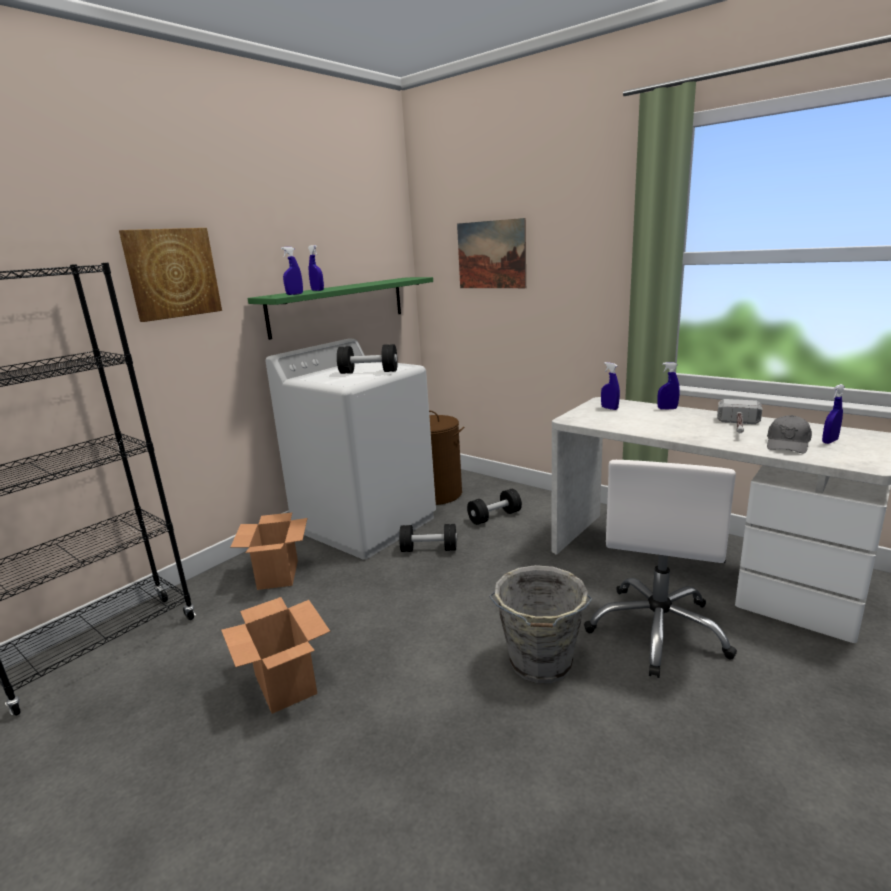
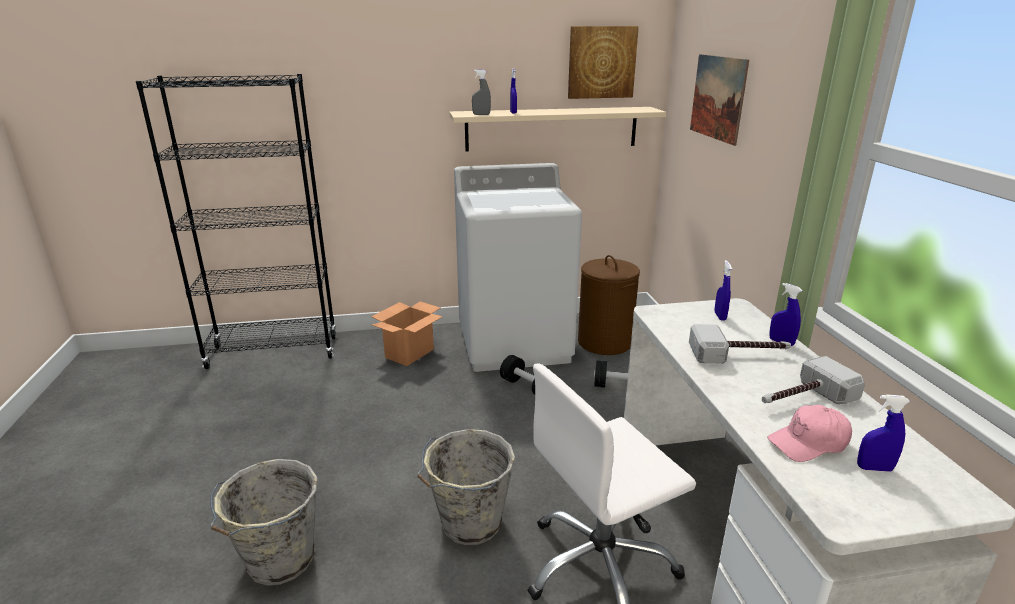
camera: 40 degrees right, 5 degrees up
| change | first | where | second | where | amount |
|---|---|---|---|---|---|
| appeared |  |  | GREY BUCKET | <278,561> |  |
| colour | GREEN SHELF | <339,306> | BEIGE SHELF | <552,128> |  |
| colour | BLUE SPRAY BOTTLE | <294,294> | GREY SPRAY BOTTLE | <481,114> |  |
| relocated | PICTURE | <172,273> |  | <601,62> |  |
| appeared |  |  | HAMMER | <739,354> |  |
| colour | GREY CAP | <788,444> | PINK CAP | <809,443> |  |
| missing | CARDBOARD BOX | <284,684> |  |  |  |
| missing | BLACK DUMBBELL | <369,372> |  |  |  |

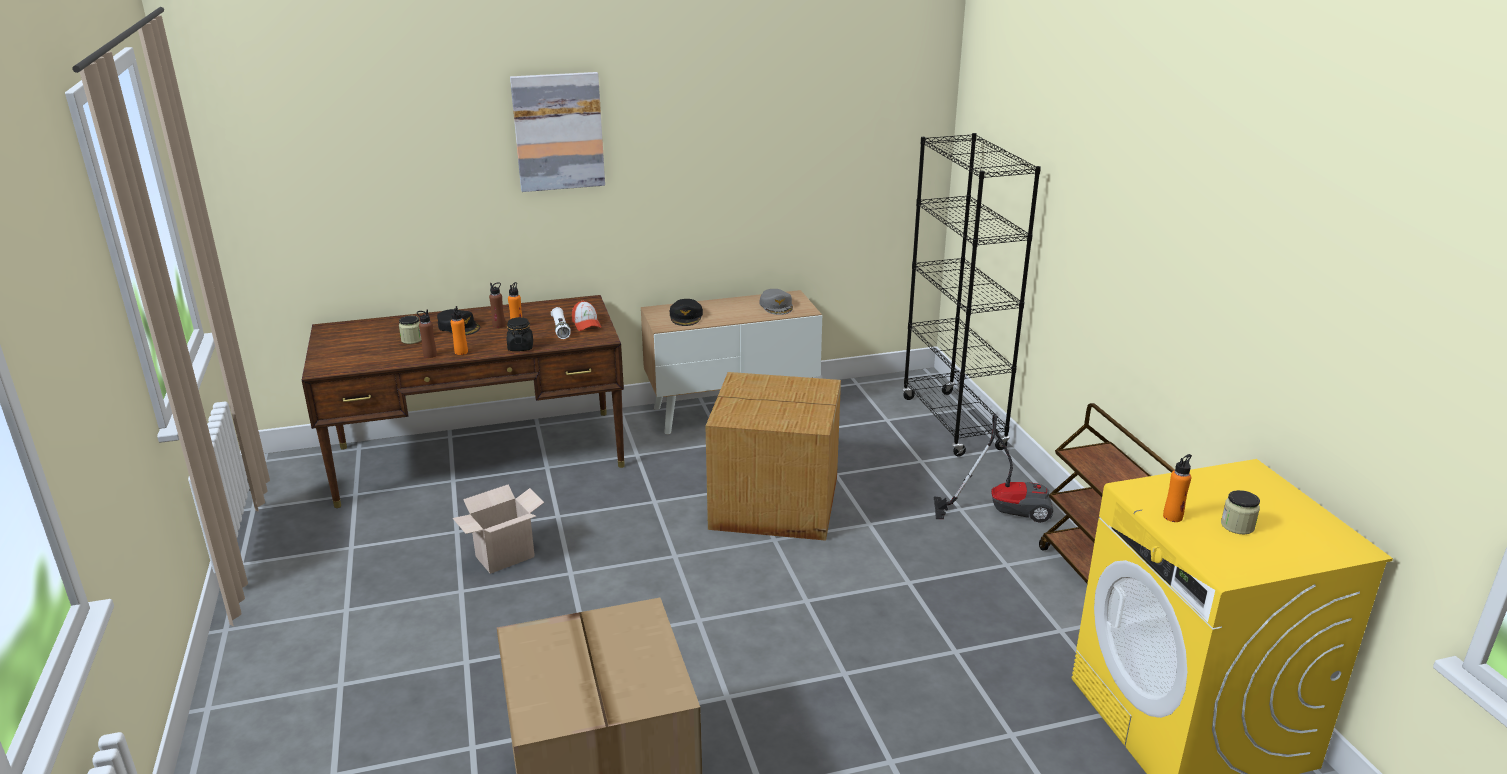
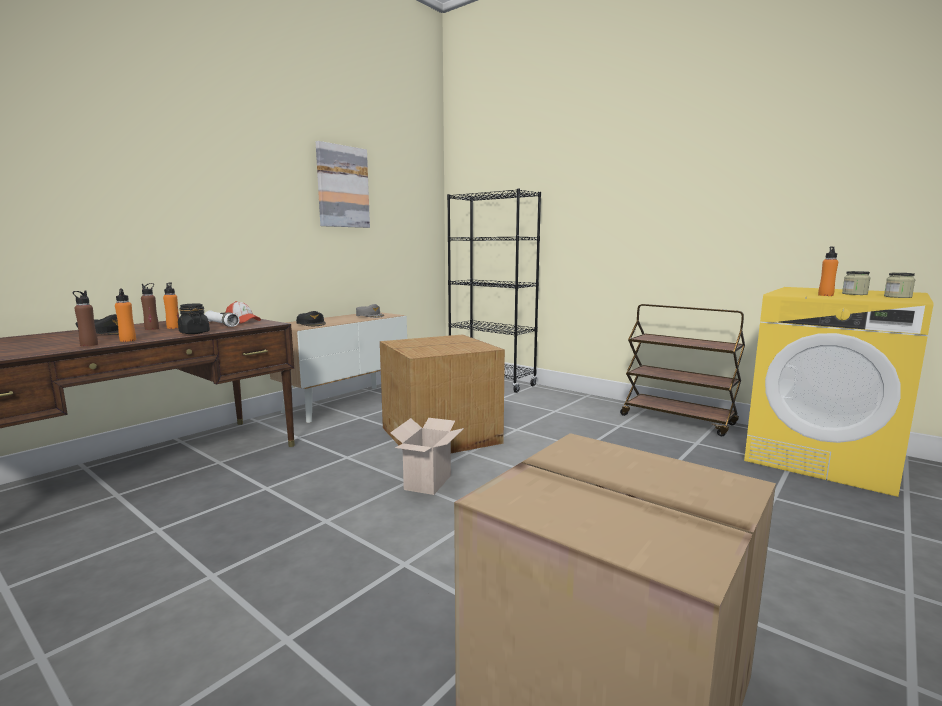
camera: 35 degrees left, 15 degrees down
| change | first | where | second | where | amount |
|---|---|---|---|---|---|
| relocated | PICTURE | <558,131> |  | <342,187> |  |
| relocated | CARDBOARD BOX | <504,558> |  | <428,483> |  |
| relocated | JAR | <412,339> |  | <897,297> |  |
| missing | VACUUM CLEANER | <1002,509> |  |  |  |

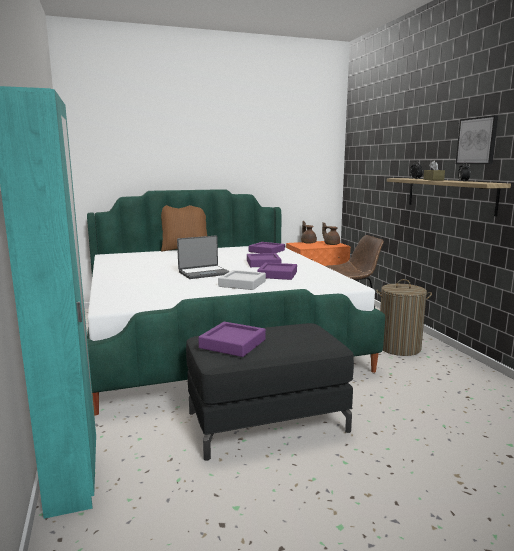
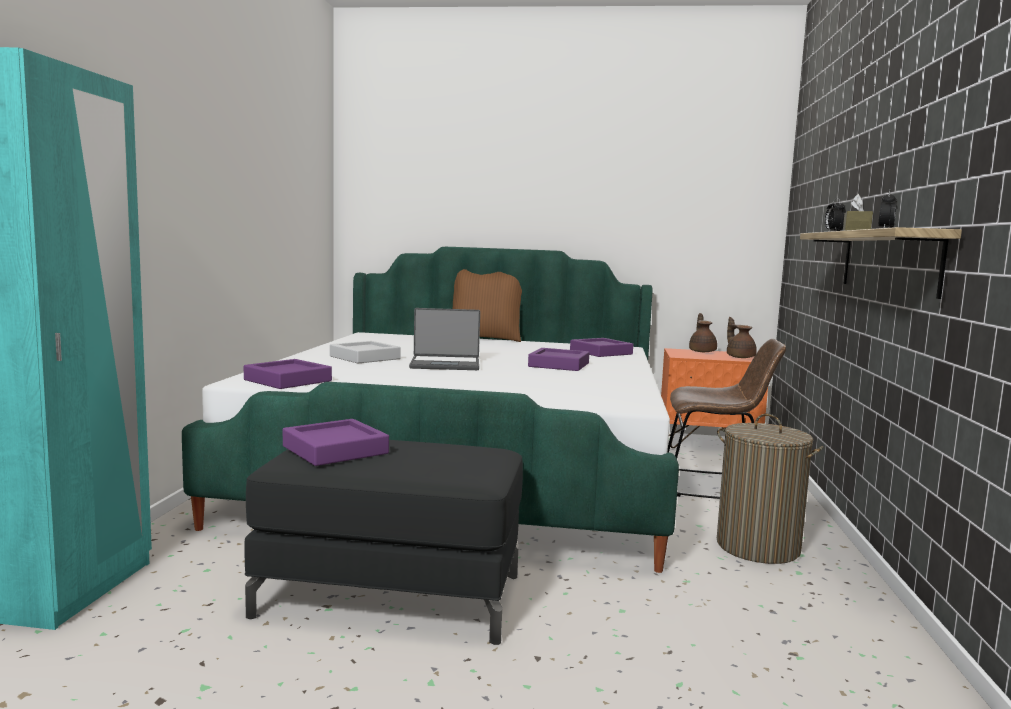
camera: 25 degrees right, 5 degrees down
| change | first | where | second | where | amount |
|---|---|---|---|---|---|
| relocated | PURPLE TRAY | <277,275> |  | <288,380> |  |
| relocated | GREY TRAY | <242,284> |  | <365,357> |  |
| missing | PICTURE | <477,141> |  |  |  |

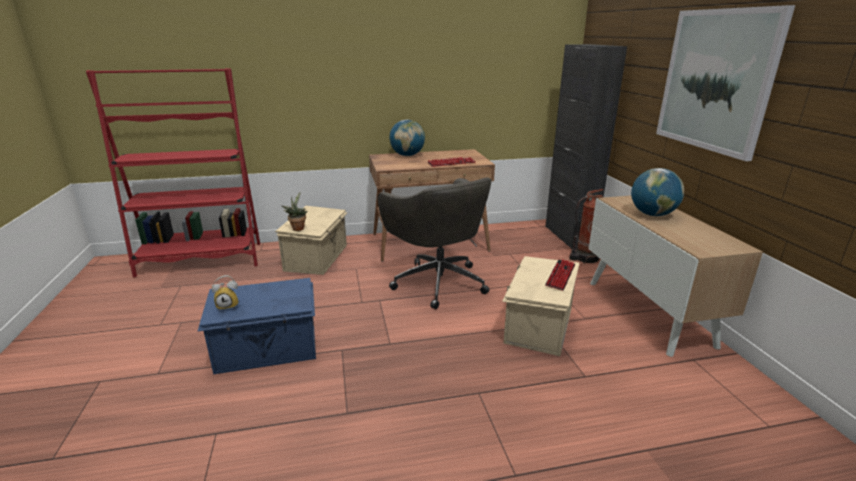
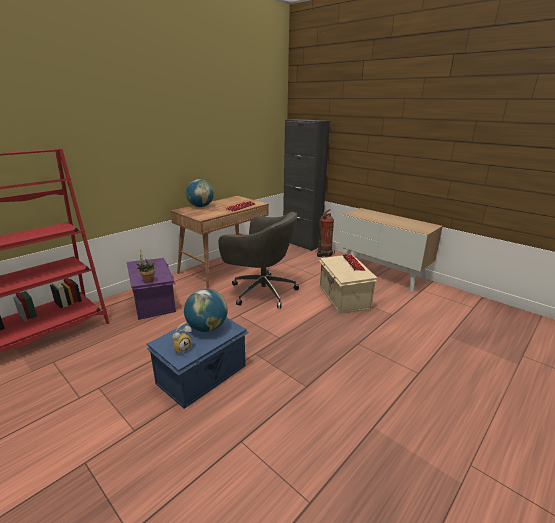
camera: 35 degrees left, 0 degrees up
| change | first | where | second | where | amount |
|---|---|---|---|---|---|
| colour | BEIGE STORAGE BOX | <317,257> | PURPLE STORAGE BOX | <154,301> |  |
| relocated | GLOBE | <652,214> |  | <207,328> |  |
| missing | PICTURE | <716,80> |  |  |  |

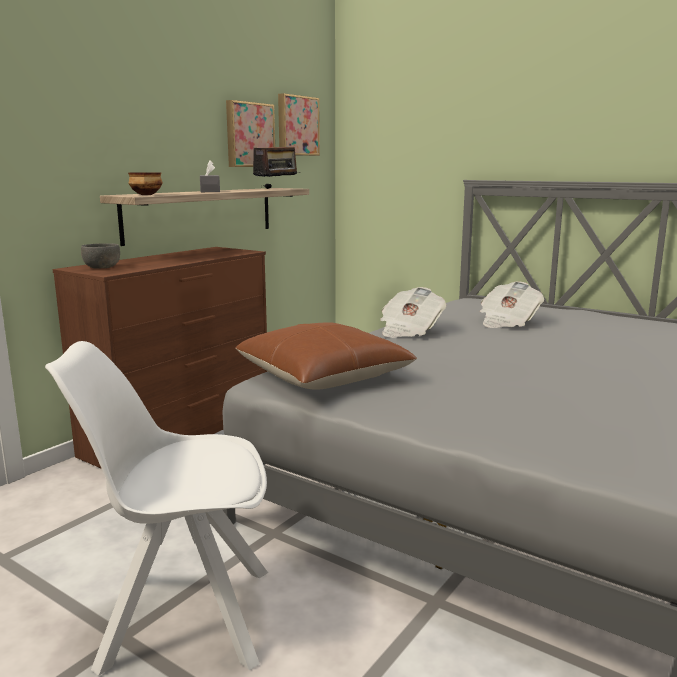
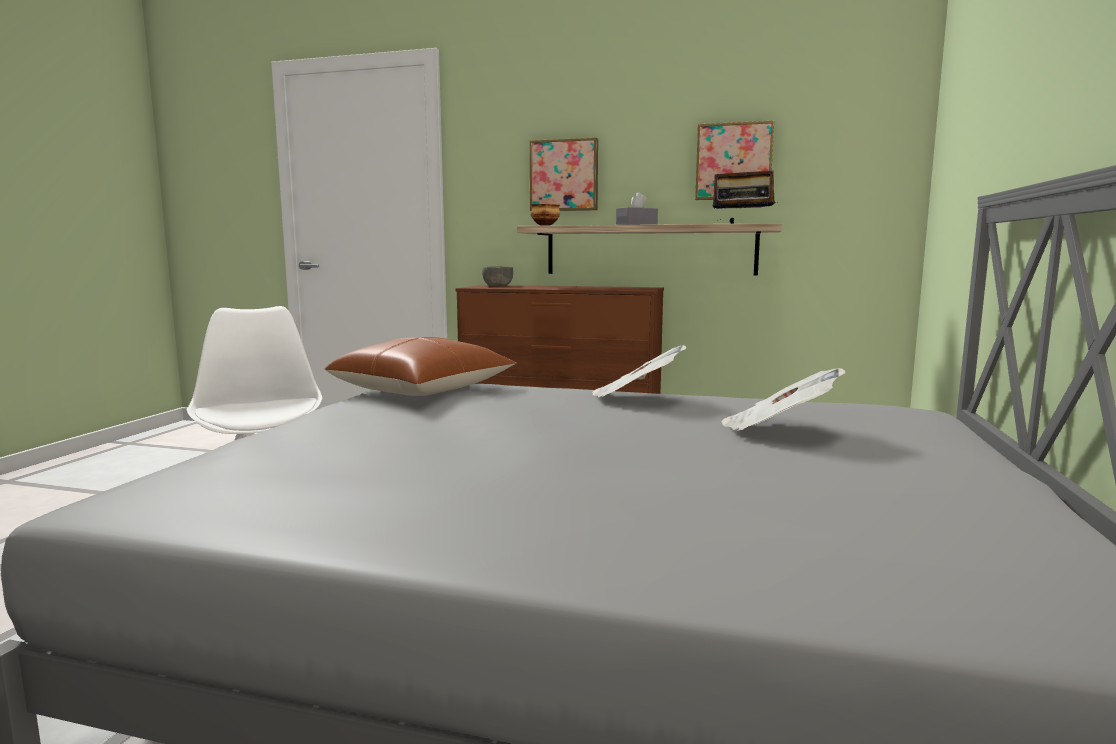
camera: 70 degrees right, 5 degrees down
| change | first | where | second | where | amount |
|---|---|---|---|---|---|
| relocated | PICTURE | <297,126> |  | <564,175> |  |

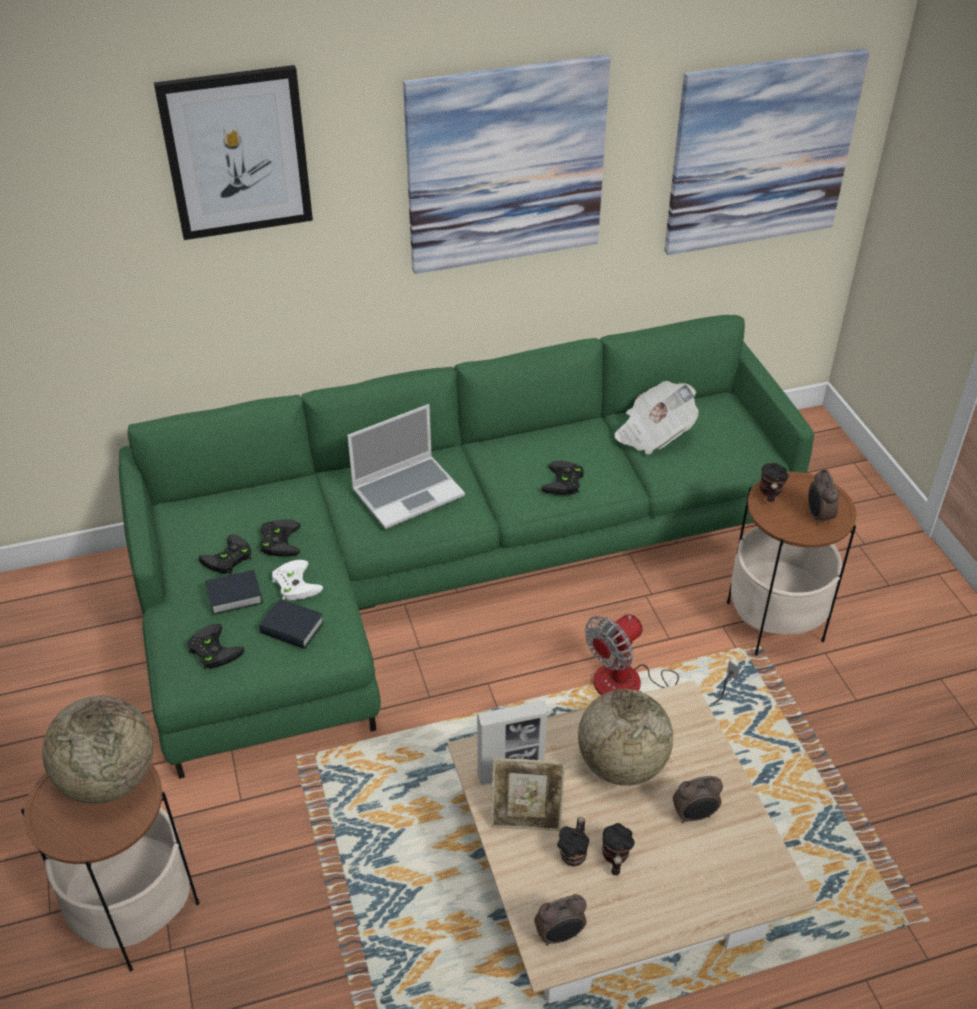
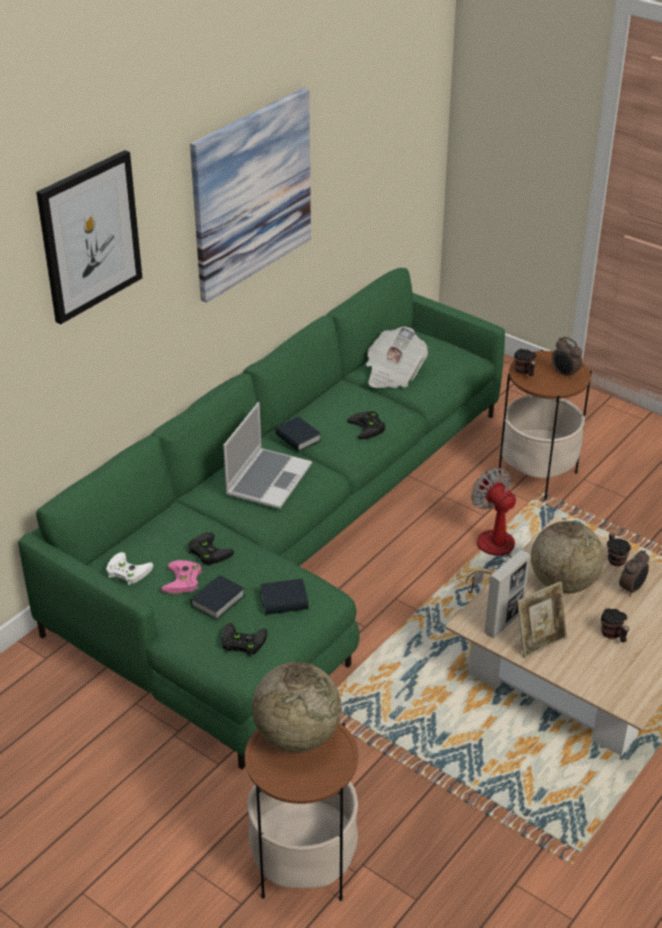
camera: 35 degrees left, 5 degrees down
| change | first | where | second | where | amount |
|---|---|---|---|---|---|
| relocated | WHITE GAME CONTROLLER | <294,583> |  | <126,571> |  |
| colour | BLACK GAME CONTROLLER | <227,559> | PINK GAME CONTROLLER | <183,581> |  |
| appeared |  |  | BOOK | <298,438> |  |
| spun | FAN | <635,686> |  | <491,553> | 135 degrees clockwise |
| relocated | MUG | <574,852> |  | <615,559> |  |
| missing | ALARM CLOCK | <560,936> |  |  |  |
| missing | PICTURE | <761,153> |  |  |  |

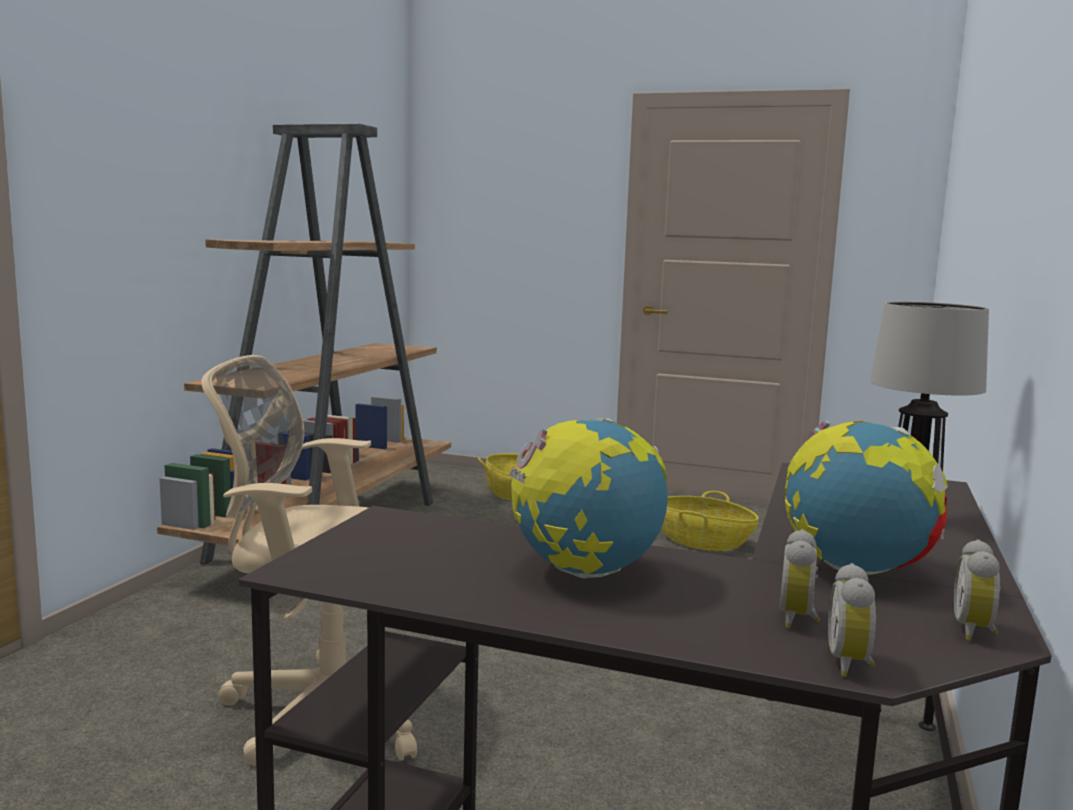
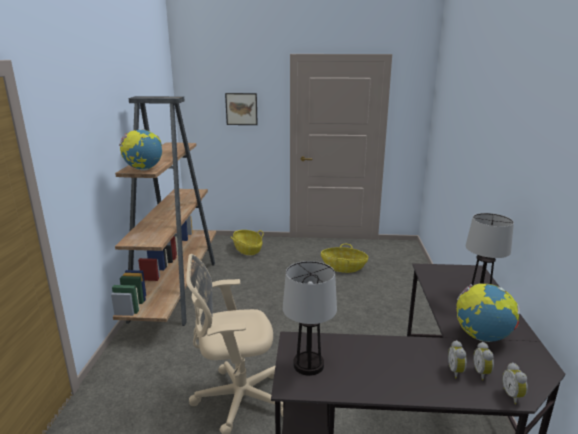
camera: 15 degrees left, 10 degrees up
| change | first | where | second | where | amount |
|---|---|---|---|---|---|
| relocated | GLOBE | <586,572> |  | <144,169> |  |
| appeared |  |  | PICTURE | <241,109> |  |
| appeared |  |  | TABLE LAMP | <308,364> |  |
| relocated | ALARM CLOCK | <975,631> |  | <456,371> |  |

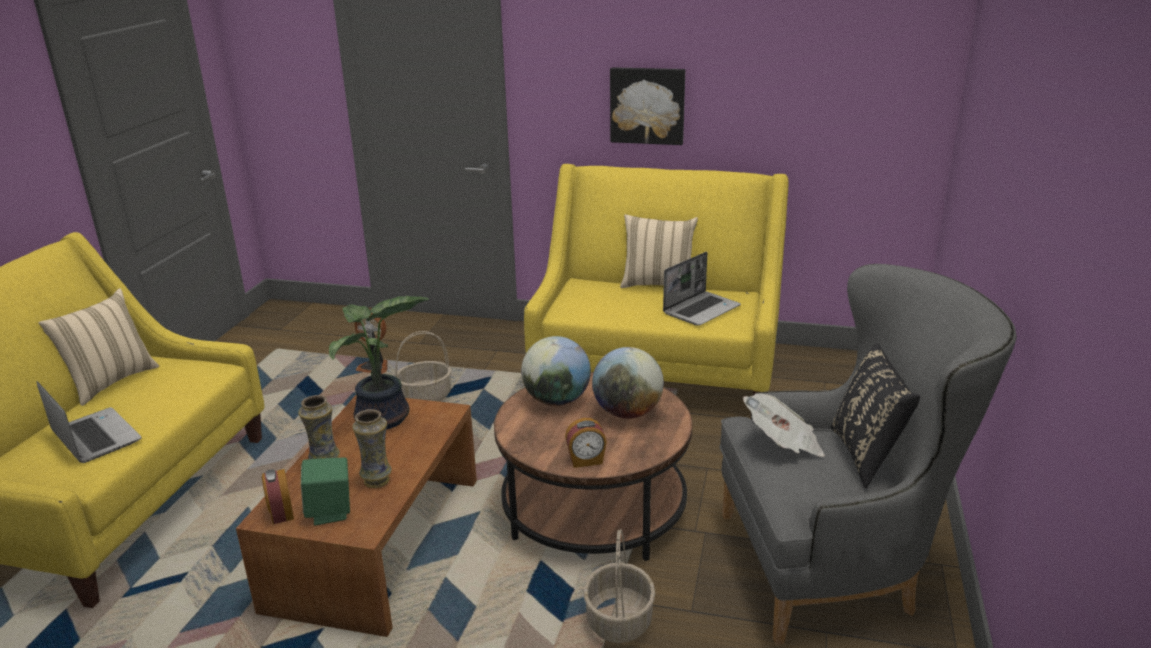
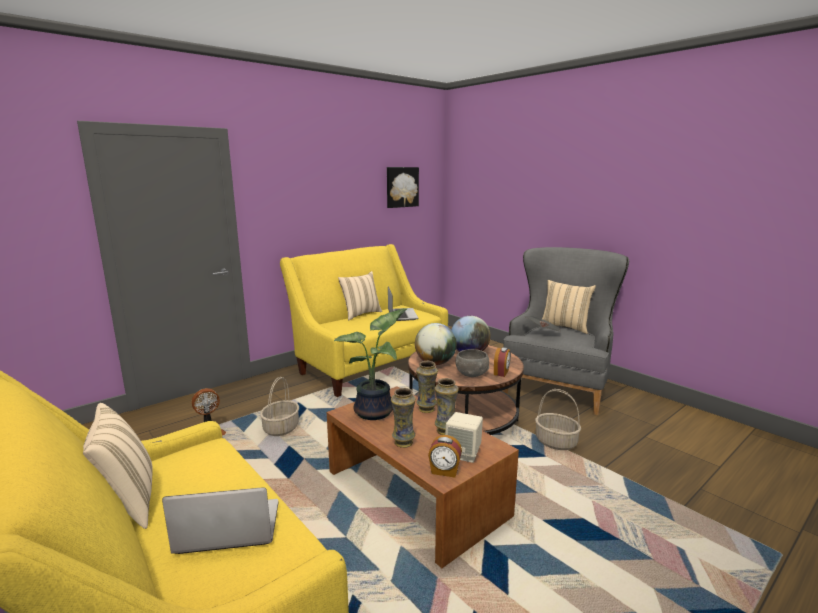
camera: 55 degrees left, 10 degrees down
| change | first | where | second | where | amount |
|---|---|---|---|---|---|
| relocated | PICTURE | <647,105> |  | <401,187> |  |
| appeared |  |  | VASE | <426,409> |  |
| colour | GREEN SPEAKER | <330,512> | BEIGE SPEAKER | <463,453> |  |
| appeared |  |  | GREY BOWL | <471,374> |  |
| colour | BLACK PILLOW | <867,455> | BEIGE PILLOW | <565,327> |  |

